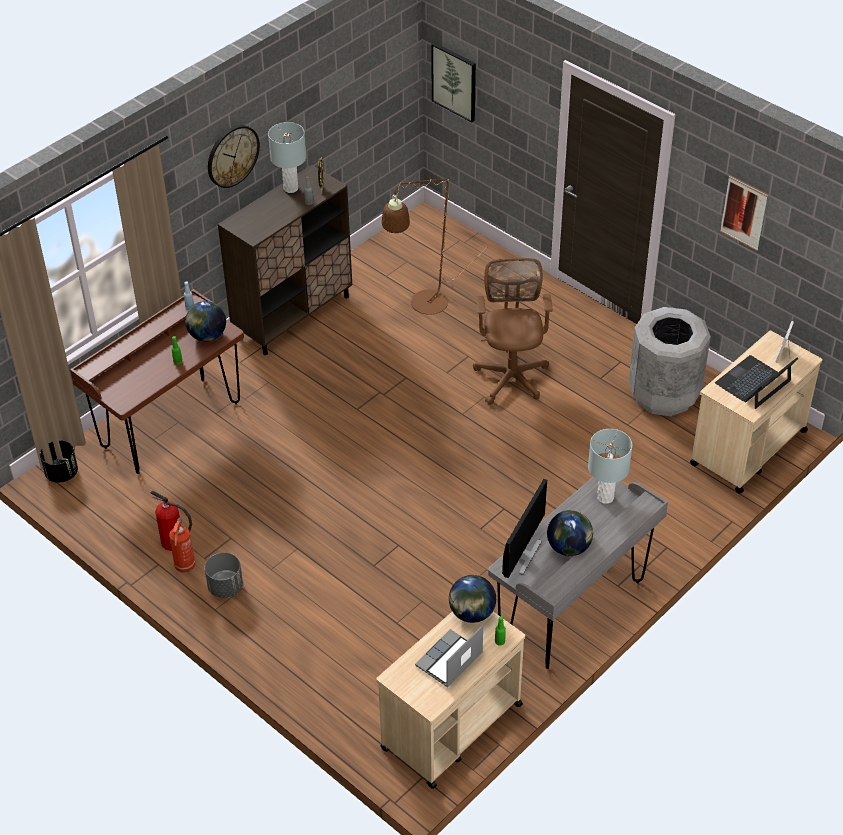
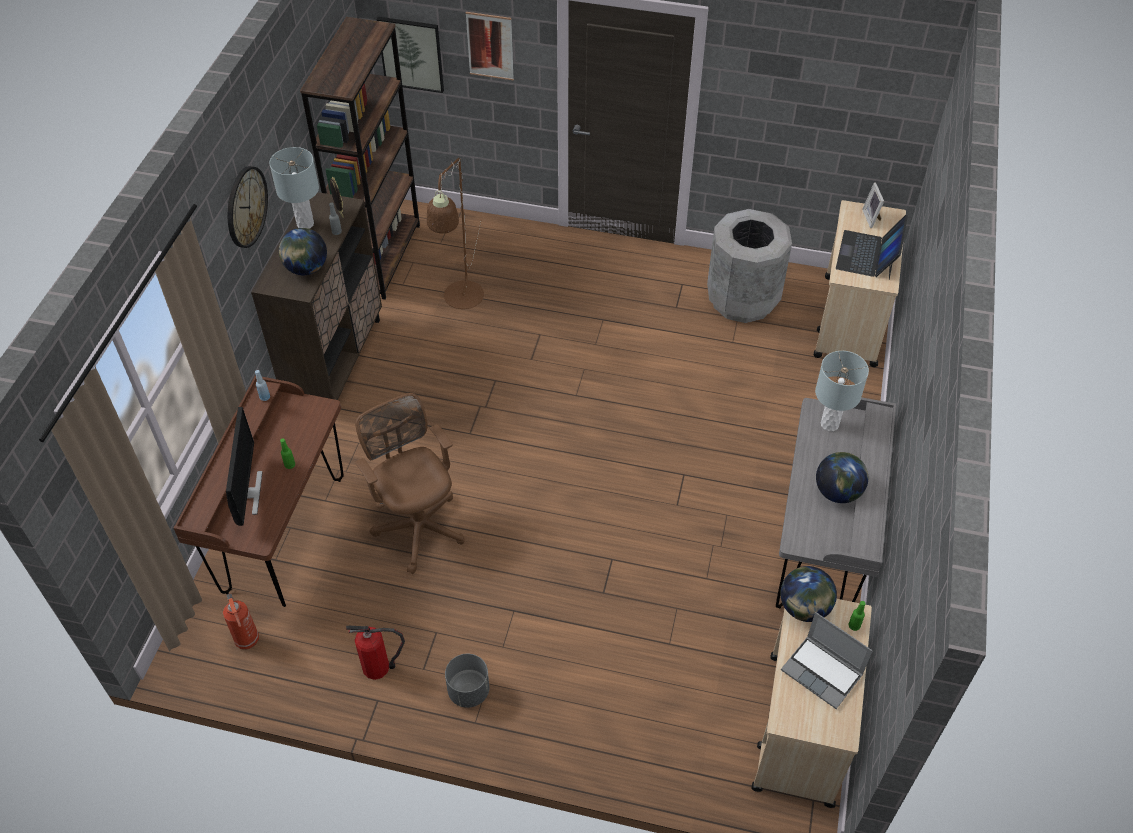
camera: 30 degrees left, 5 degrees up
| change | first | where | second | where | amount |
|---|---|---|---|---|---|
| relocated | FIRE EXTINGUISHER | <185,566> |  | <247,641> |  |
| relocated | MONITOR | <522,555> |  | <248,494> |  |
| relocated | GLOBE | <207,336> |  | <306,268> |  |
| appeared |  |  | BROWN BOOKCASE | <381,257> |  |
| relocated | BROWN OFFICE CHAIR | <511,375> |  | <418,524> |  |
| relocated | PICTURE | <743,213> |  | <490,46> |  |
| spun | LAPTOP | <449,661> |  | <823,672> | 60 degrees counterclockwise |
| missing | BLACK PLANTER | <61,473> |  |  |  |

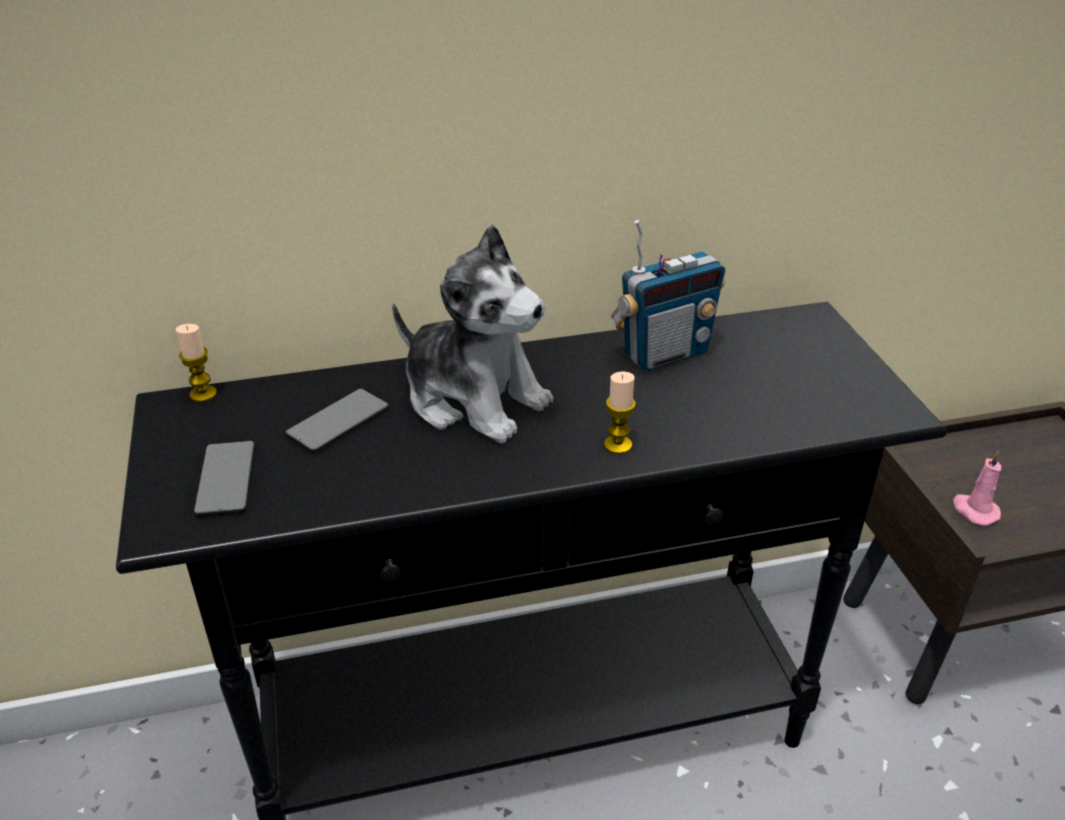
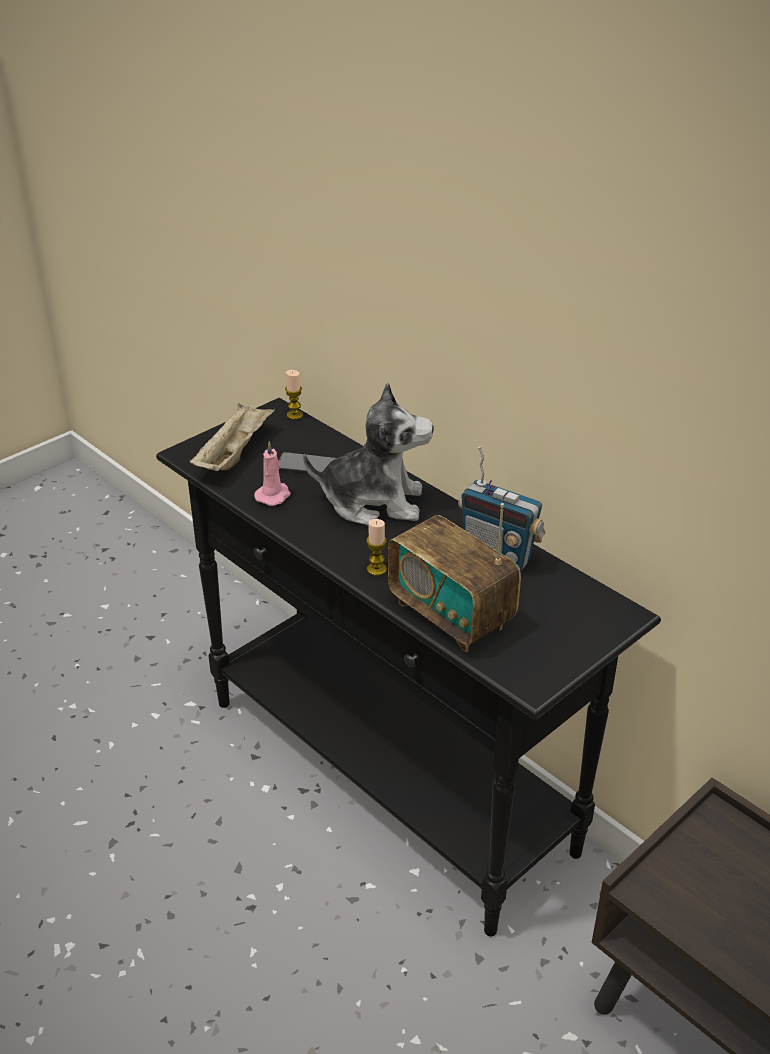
camera: 60 degrees right, 0 degrees up
| change | first | where | second | where | amount |
|---|---|---|---|---|---|
| exchanged | PHONE | <226,480> | BEIGE TRAY | <234,453> |  |
| relocated | PINK CANDLE | <974,510> |  | <274,495> |  |
| spun | PLUSH TOY | <474,399> |  | <373,502> | 90 degrees counterclockwise |
| appeared |  |  | RADIO | <451,615> |  |

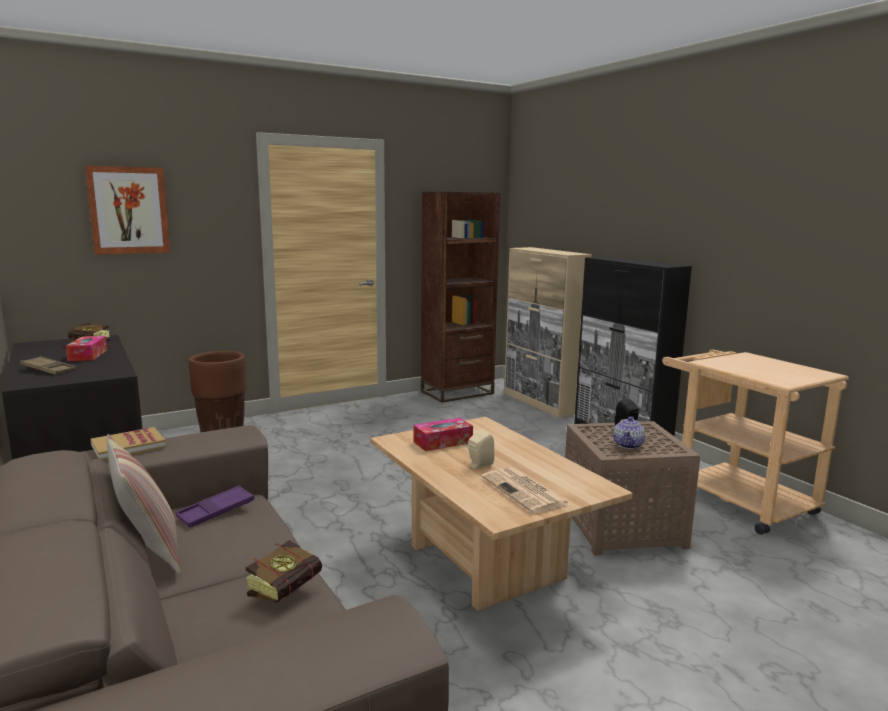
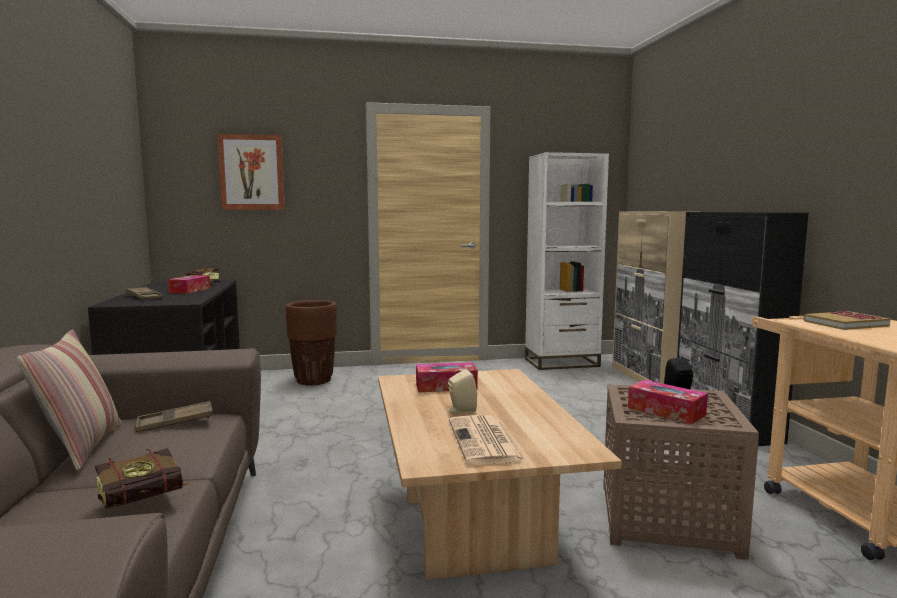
camera: 20 degrees right, 5 degrees down
| change | first | where | second | where | amount |
|---|---|---|---|---|---|
| colour | PURPLE TRAY | <216,511> | BROWN TRAY | <175,422> |  |
| colour | BROWN BOOKCASE | <457,392> | WHITE BOOKCASE | <561,362> |  |
| exchanged | TEAPOT | <628,445> | TISSUE BOX | <666,411> |  |
| relocated | BOOK | <128,446> |  | <845,323> |  |

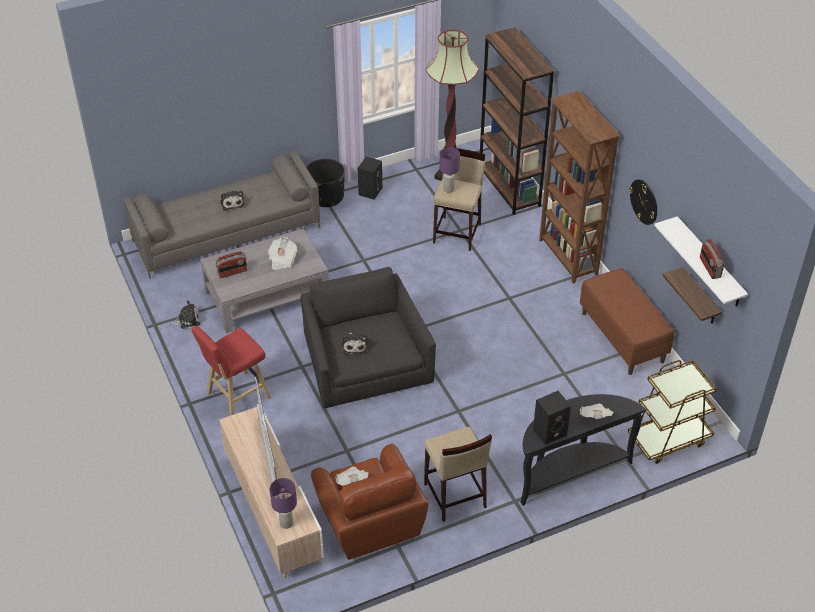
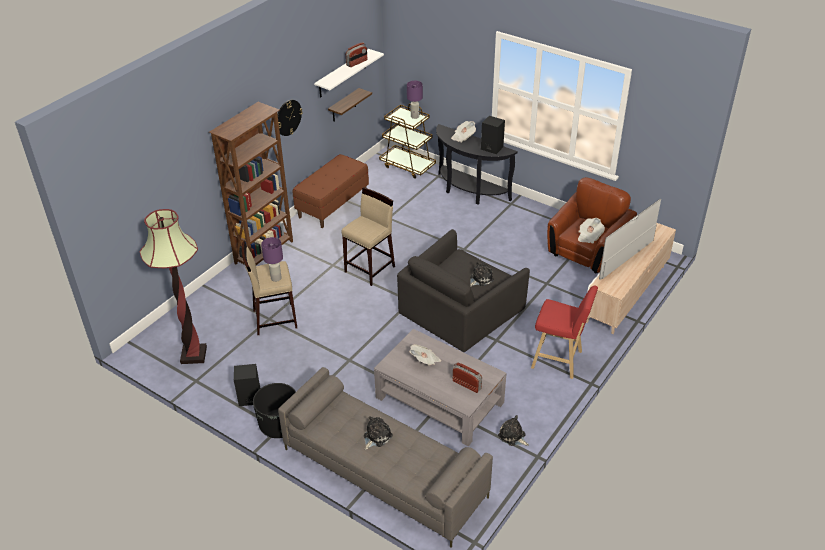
camera: 120 degrees left, 5 degrees down
| change | first | where | second | where | amount |
|---|---|---|---|---|---|
| relocated | BEIGE STOOL | <454,496> |  | <370,269> |  |
| relocated | PURPLE TABLE LAMP | <286,523> |  | <415,116> |  |
| missing | BROWN BOOKCASE | <509,188> |  |  |  |

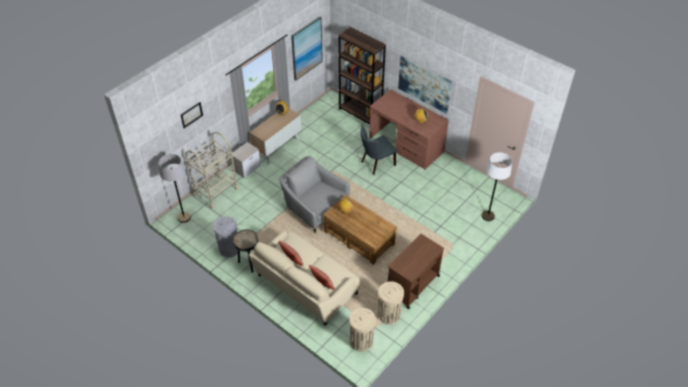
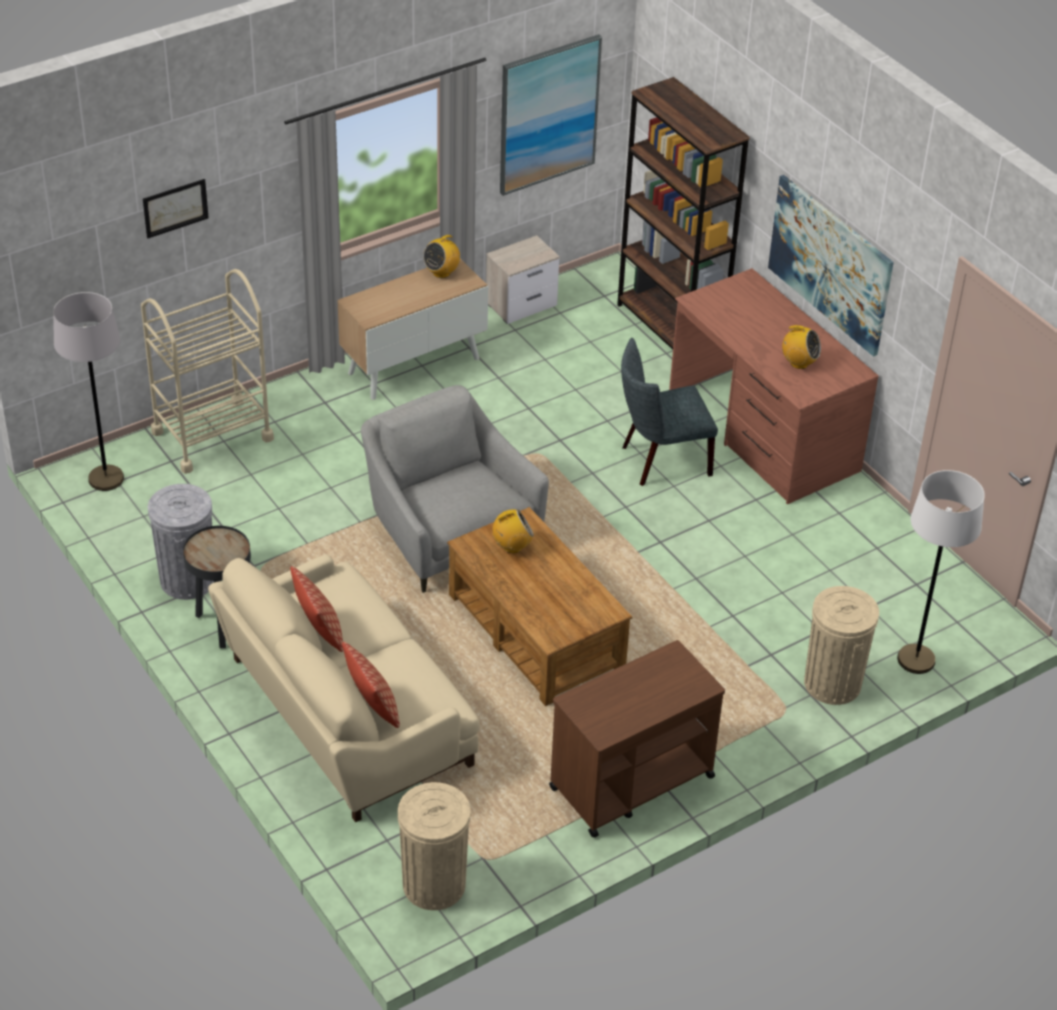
camera: 15 degrees right, 5 degrees down
| change | first | where | second | where | amount |
|---|---|---|---|---|---|
| relocated | NIGHTSTAND | <247,168> |  | <522,304> |  |
| relocated | BEIGE TRASH CAN | <389,315> |  | <832,683> |  |

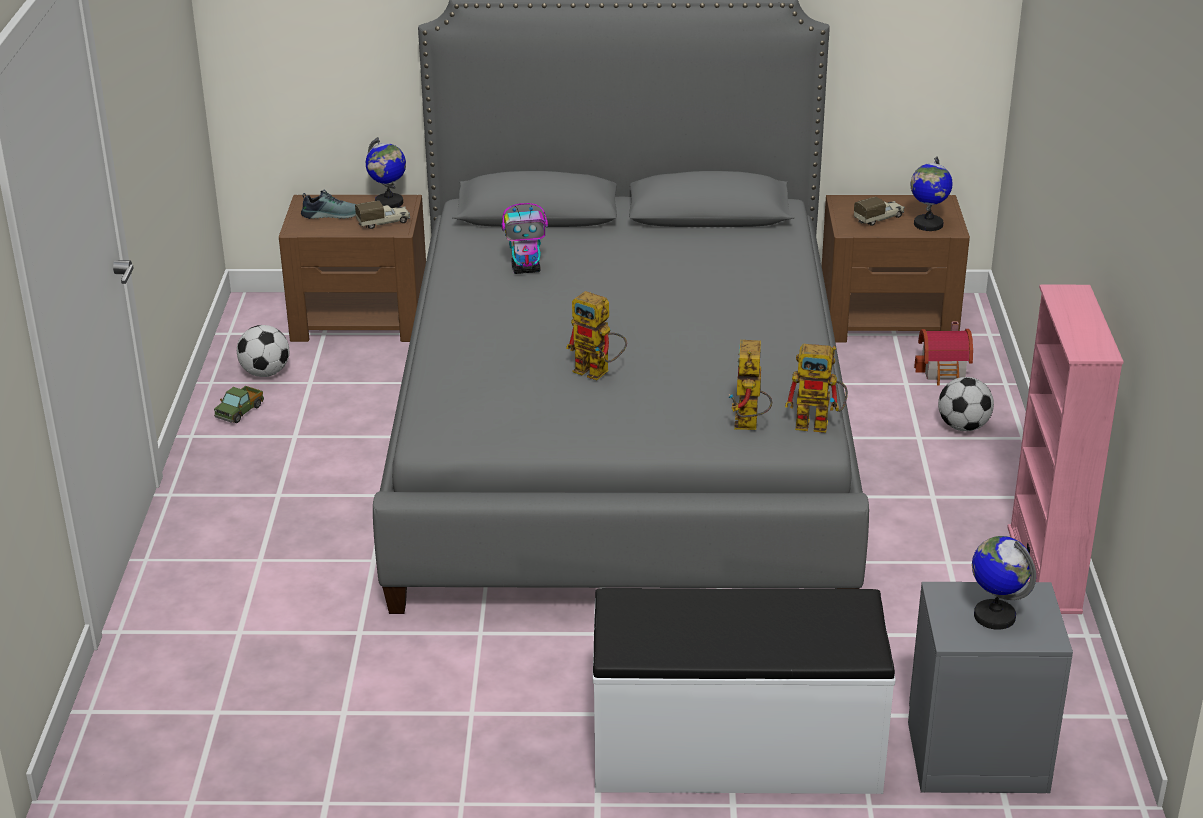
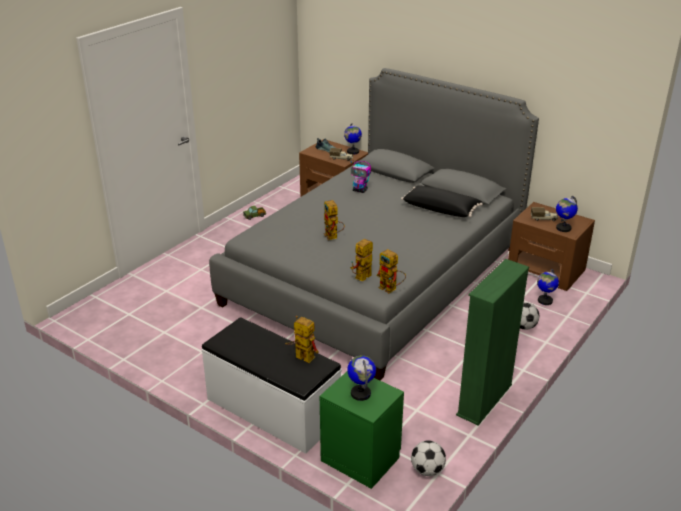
camera: 35 degrees right, 0 degrees up
| change | first | where | second | where | amount |
|---|---|---|---|---|---|
| appeared |  |  | TOY ROBOT | <300,357> |  |
| colour | GREY NIGHTSTAND | <973,754> | GREEN NIGHTSTAND | <359,457> |  |
| appeared |  |  | BLACK PILLOW | <441,209> |  |
| relocated | FOOTBALL | <265,373> |  | <427,470> |  |
| colour | PINK BOOKCASE | <1044,569> | GREEN BOOKCASE | <484,400> |  |
| exchanged | TOY HOUSE | <945,371> | GLOBE | <544,301> |  |

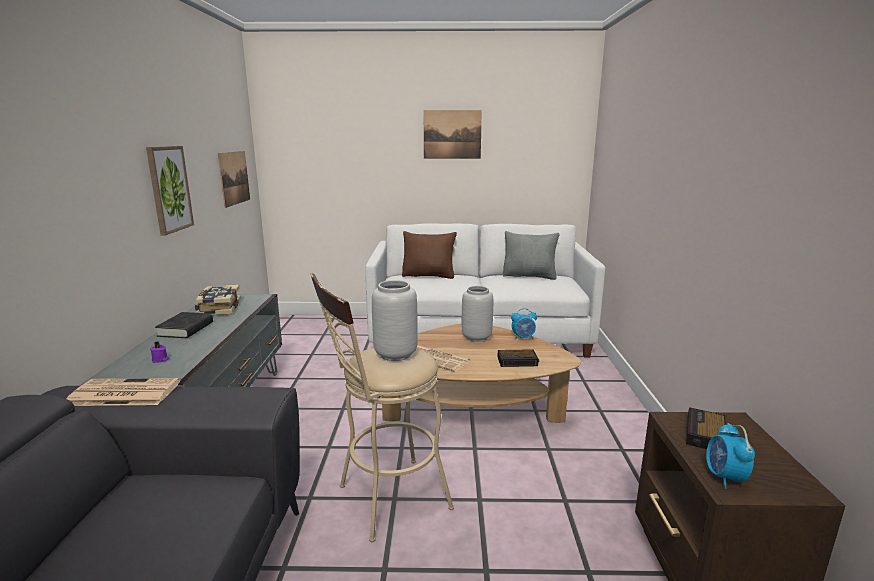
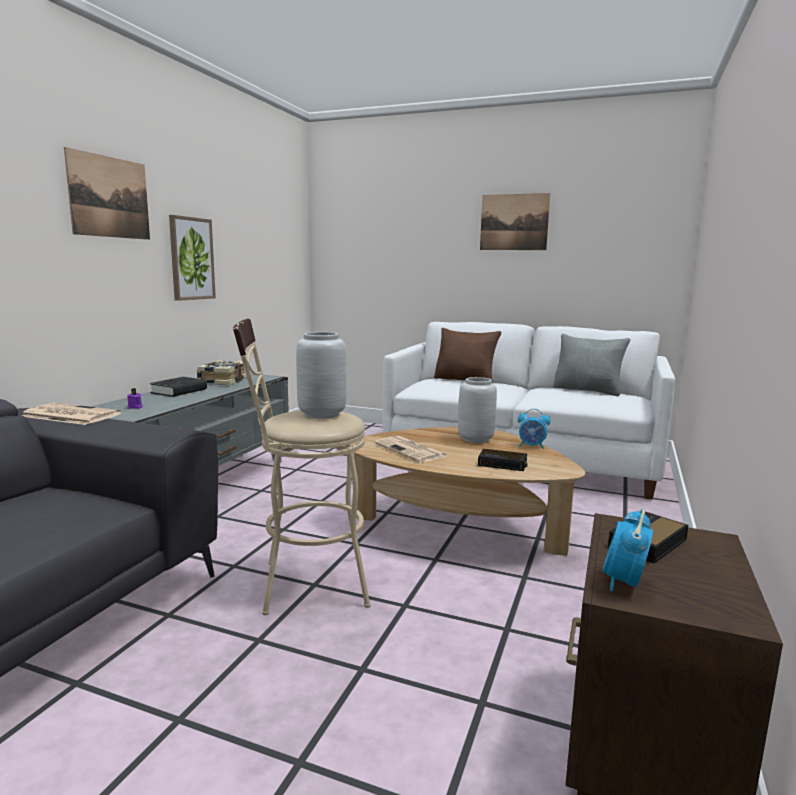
camera: 20 degrees right, 5 degrees down
| change | first | where | second | where | amount |
|---|---|---|---|---|---|
| relocated | PICTURE | <234,178> |  | <110,197> |  |

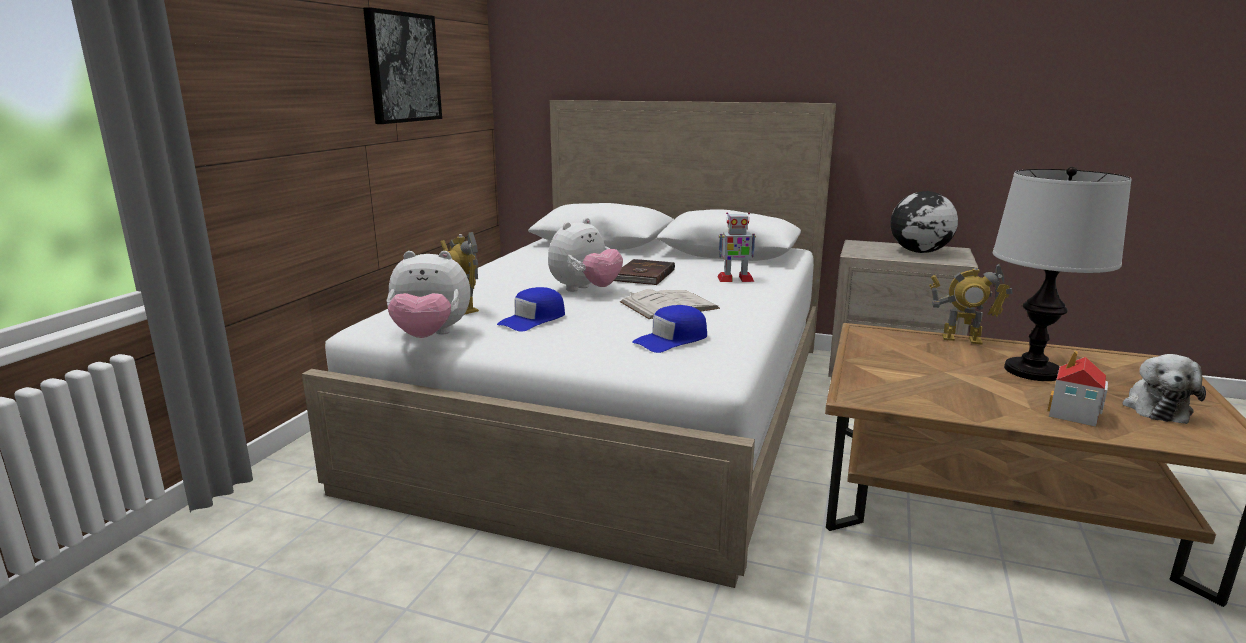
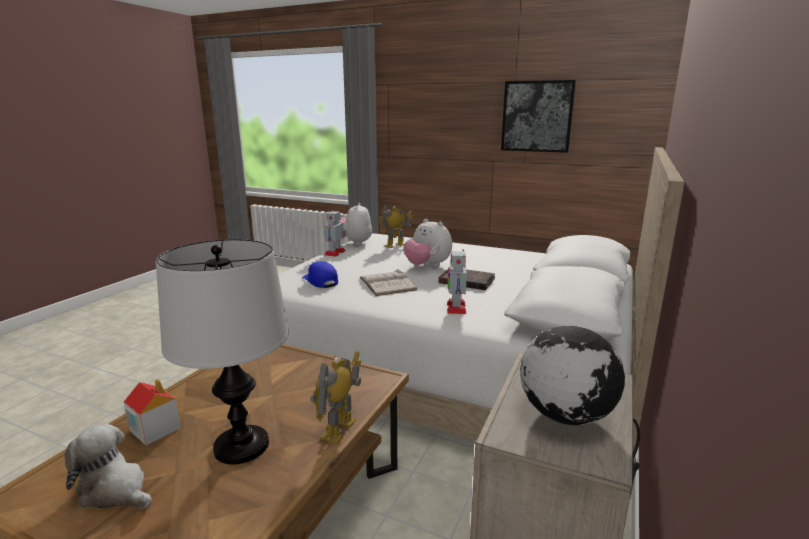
camera: 95 degrees right, 0 degrees up
| change | first | where | second | where | amount |
|---|---|---|---|---|---|
| appeared |  |  | TOY ROBOT | <335,253> |  |
| missing | BLUE CAP | <533,319> |  |  |  |

